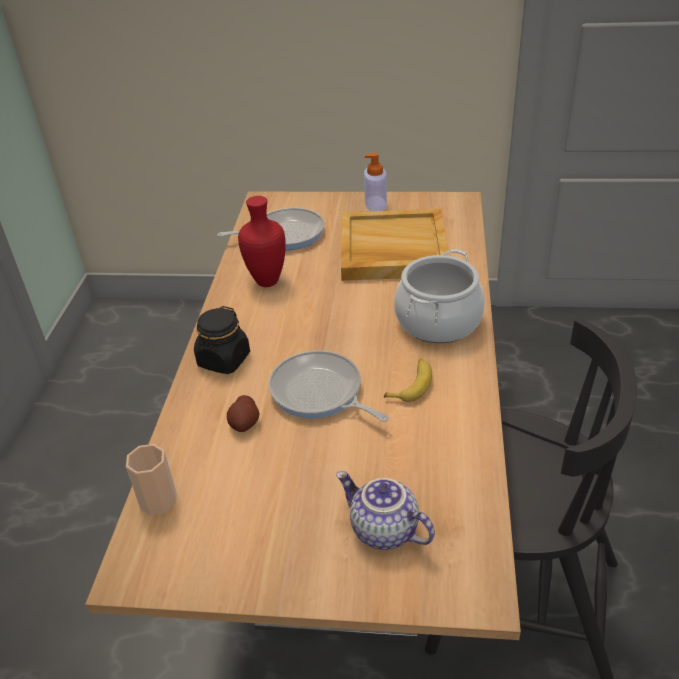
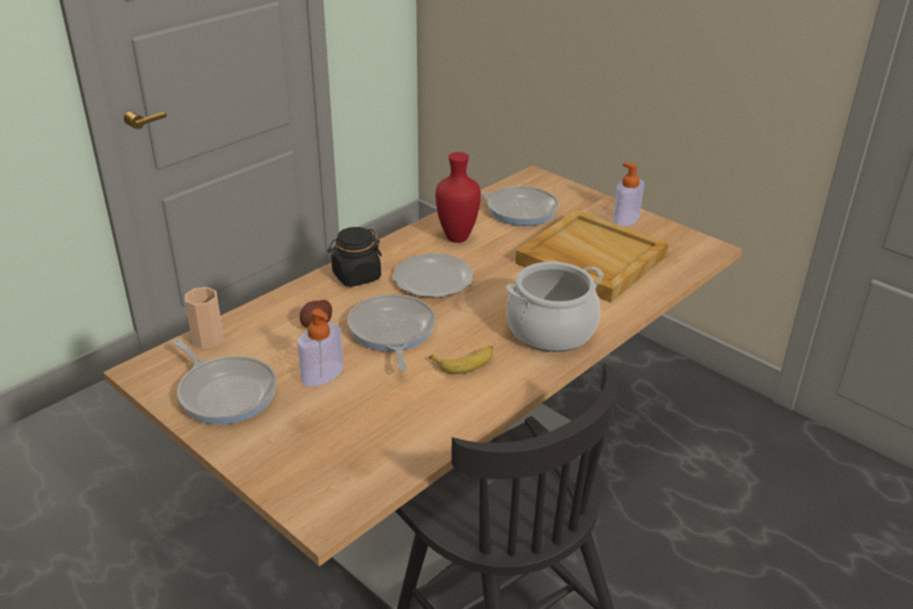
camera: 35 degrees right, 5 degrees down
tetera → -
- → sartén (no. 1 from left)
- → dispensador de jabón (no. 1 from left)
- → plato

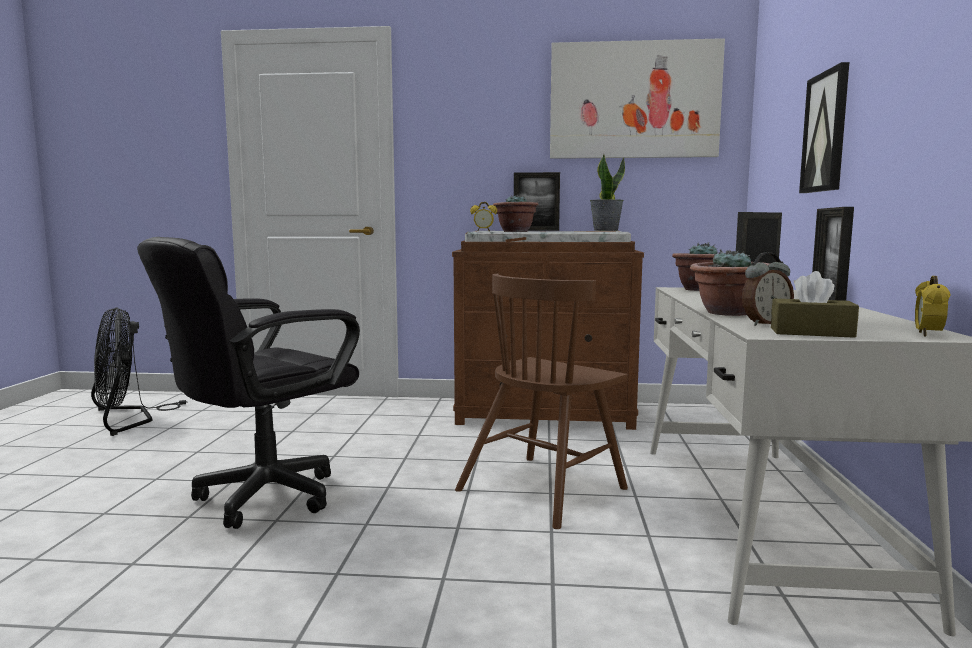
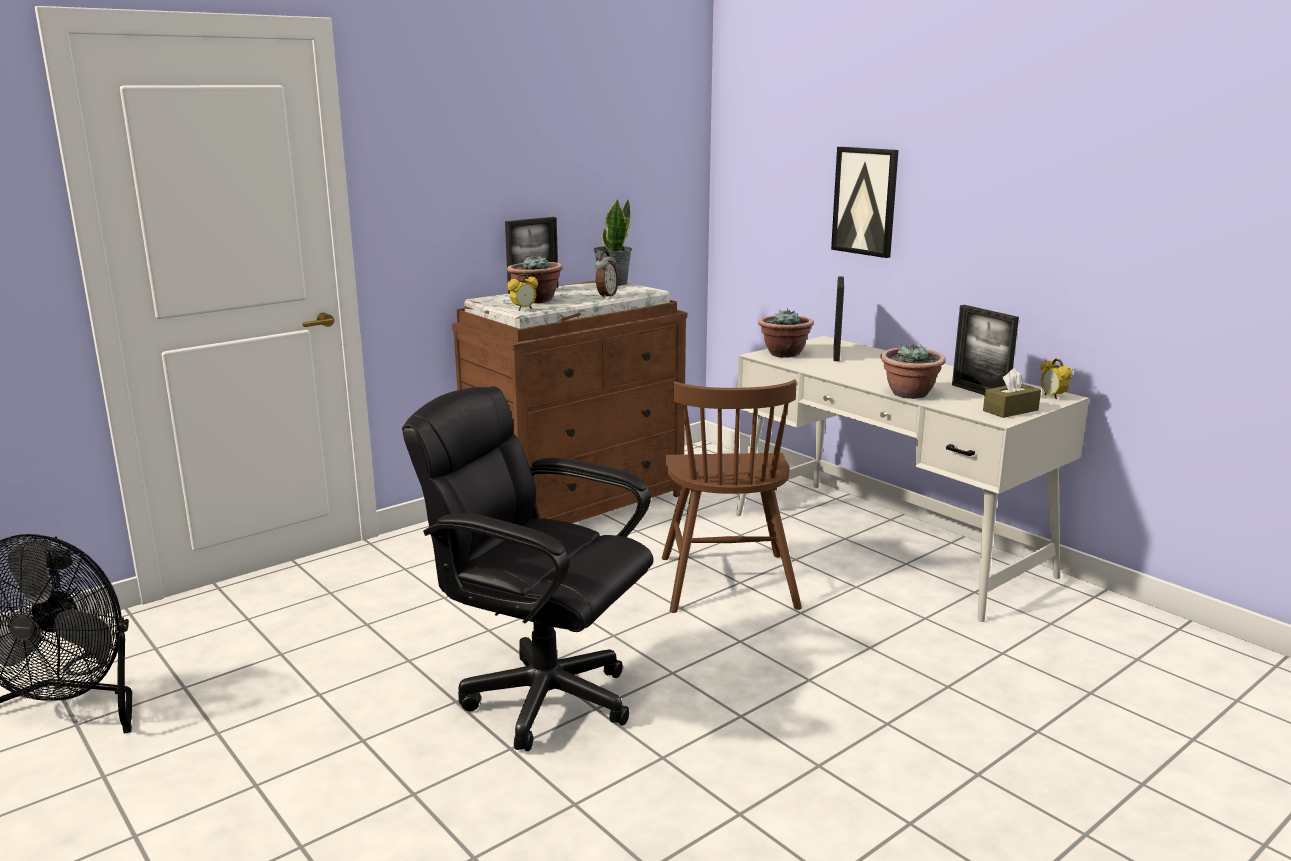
camera: 45 degrees left, 10 degrees up
silla de oficina (negro), 120 degrees clockwise
cuadro (no. 1 from left) → -
despertador (no. 2 from left), shifted

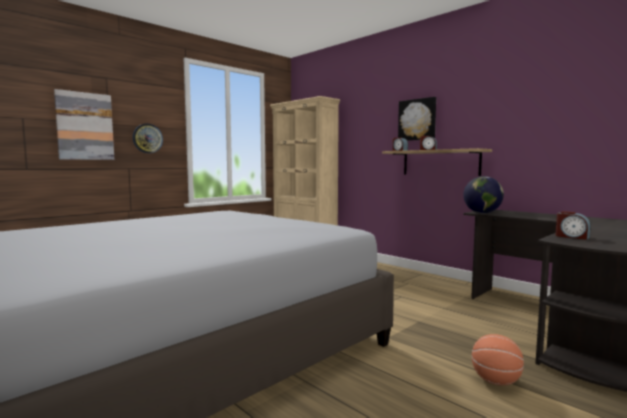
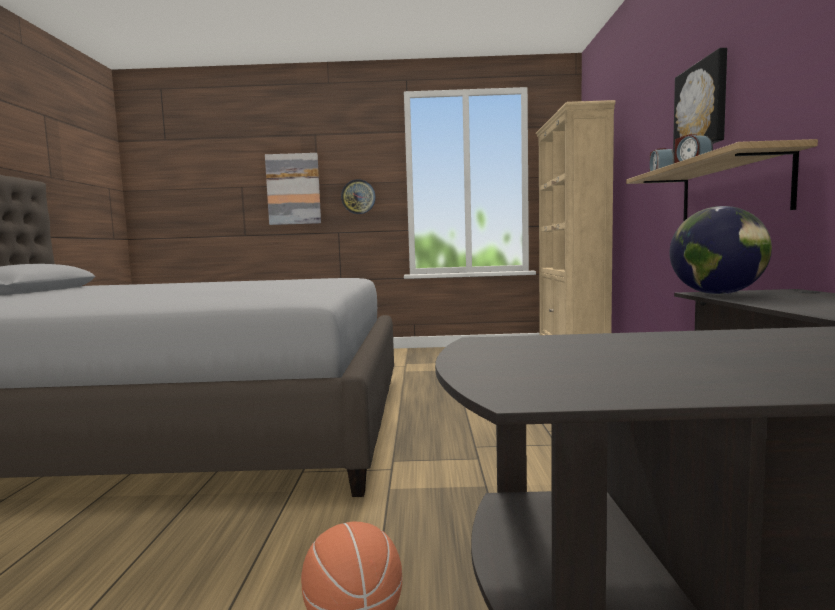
camera: 45 degrees right, 0 degrees up
despertador (no. 3 from left) → -

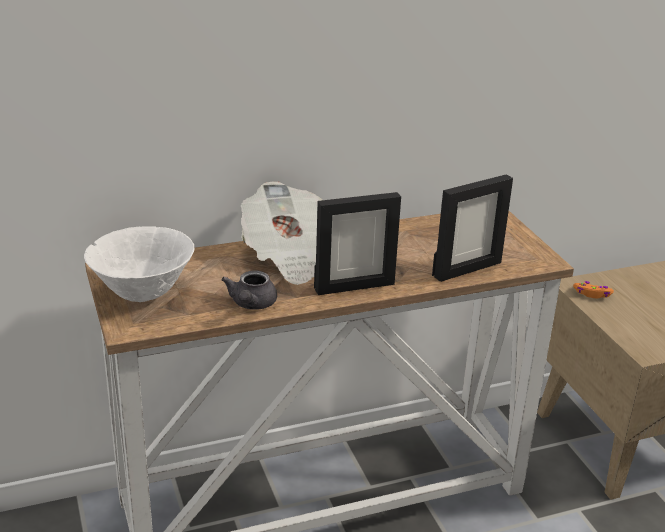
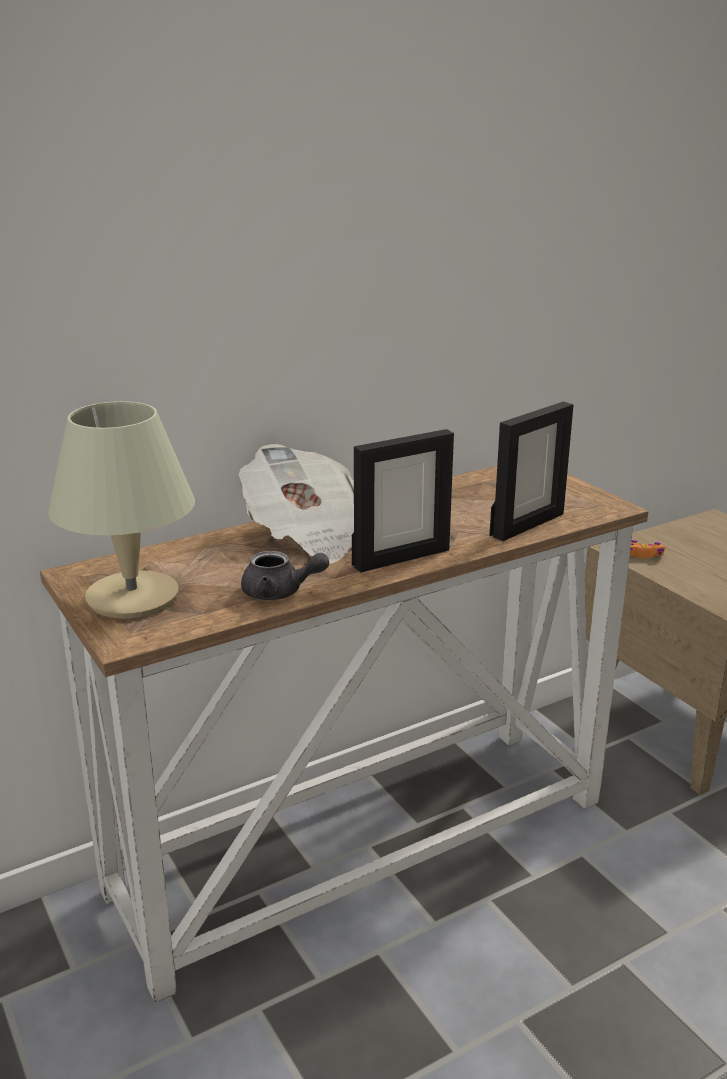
camera: 10 degrees left, 5 degrees down
cuenco (blanco) → lámpara de mesa (beis)
tetera (gris), 75 degrees counterclockwise

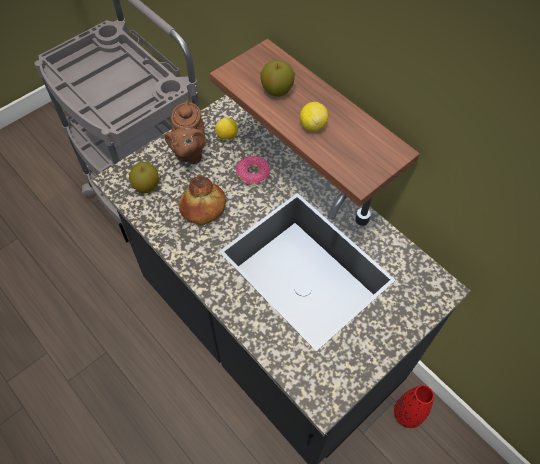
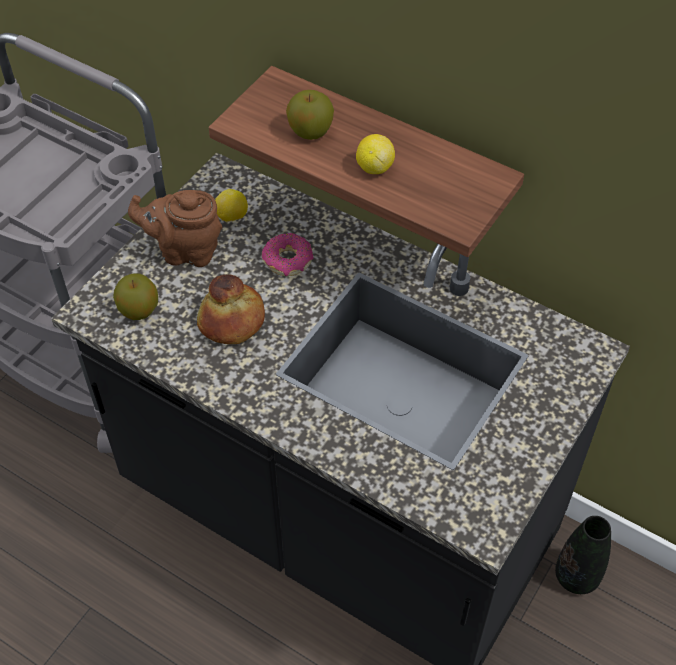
camera: 15 degrees left, 5 degrees down
tetera (marrón), 105 degrees clockwise
florero (rojo) → florero (negro)

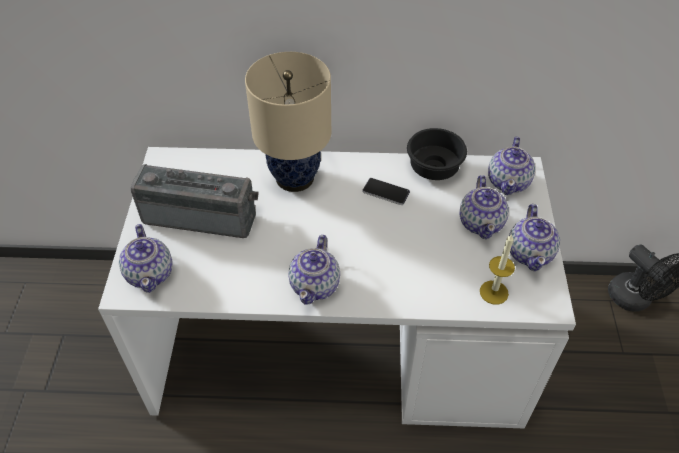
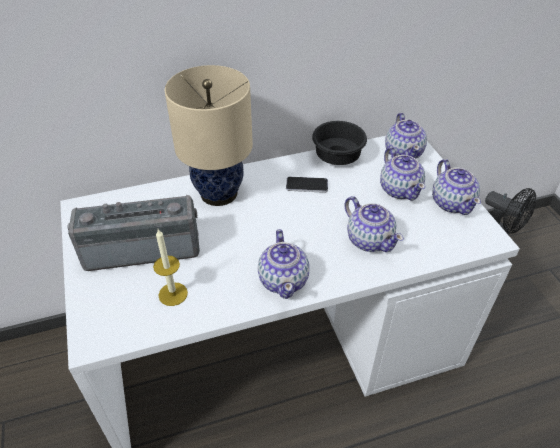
camera: 20 degrees left, 5 degrees down
tetera (no. 1 from left in the first image) → tetera (no. 2 from left), shifted
vela, shifted

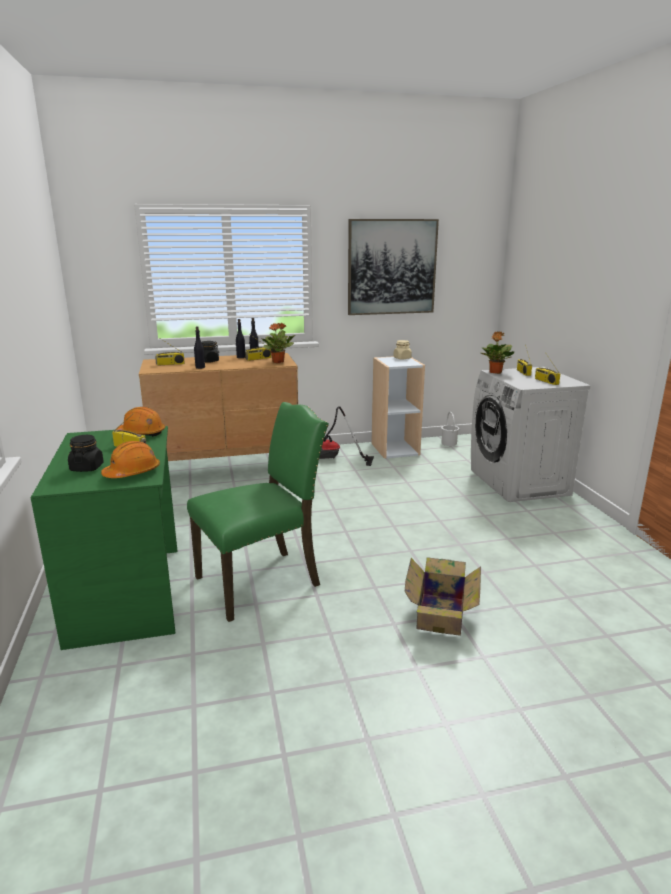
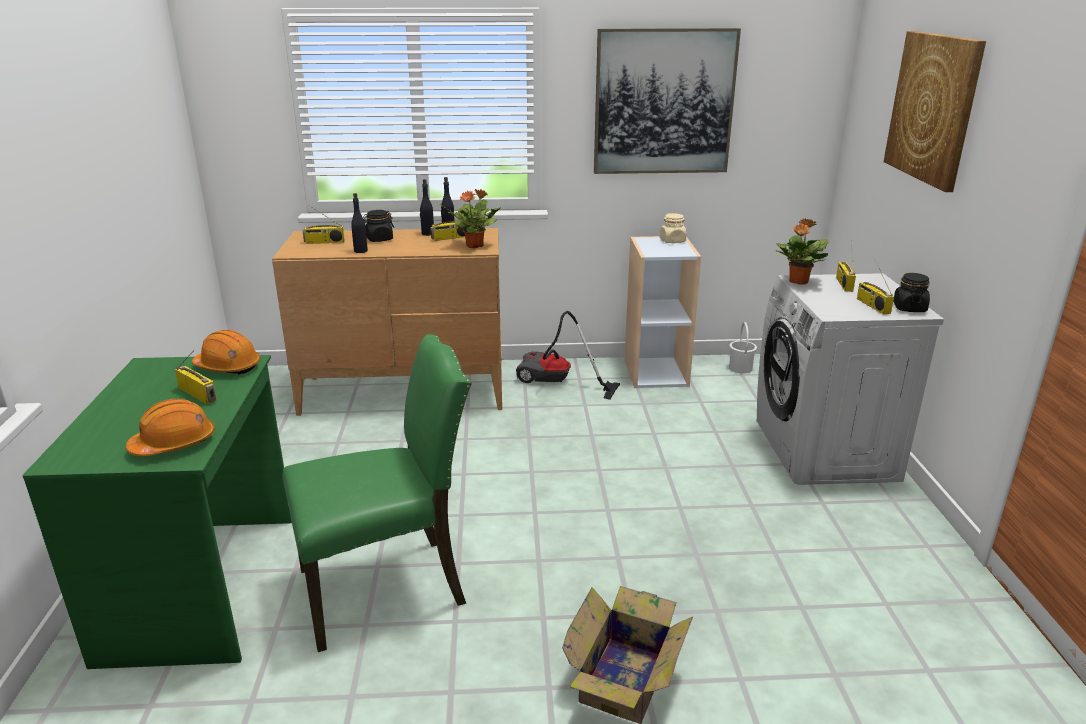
camera: 10 degrees right, 5 degrees up
tarro (negro) (no. 1 from left in the first image) → tarro (negro) (no. 2 from left), shifted
- → cuadro (no. 2 from left)

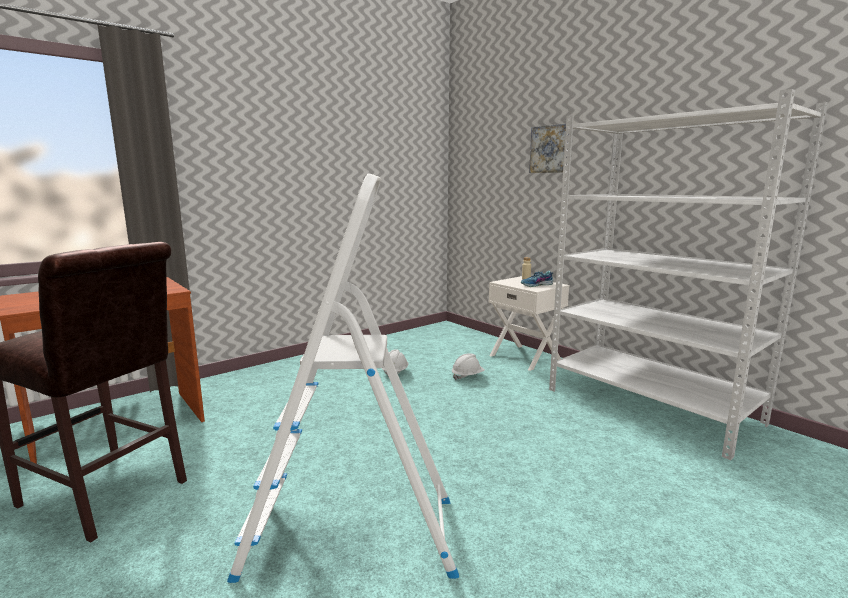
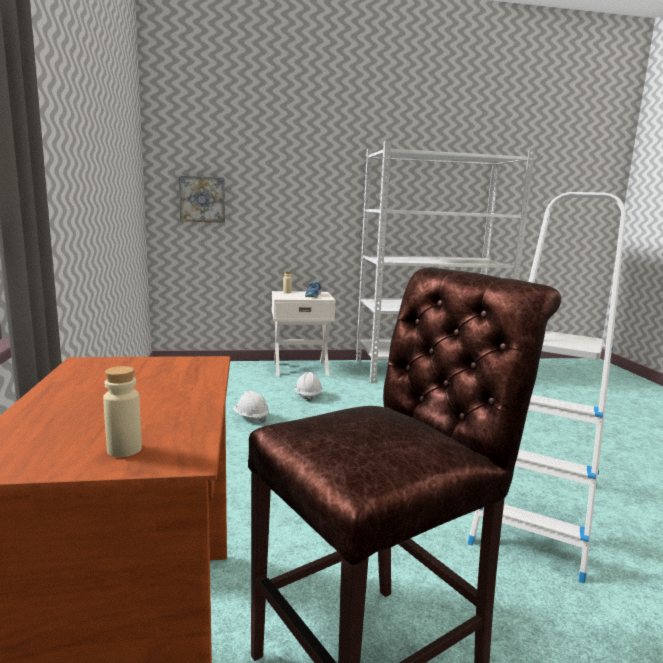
camera: 60 degrees left, 0 degrees up
cuadro, shifted
- → botella (beis) (no. 1 from left)

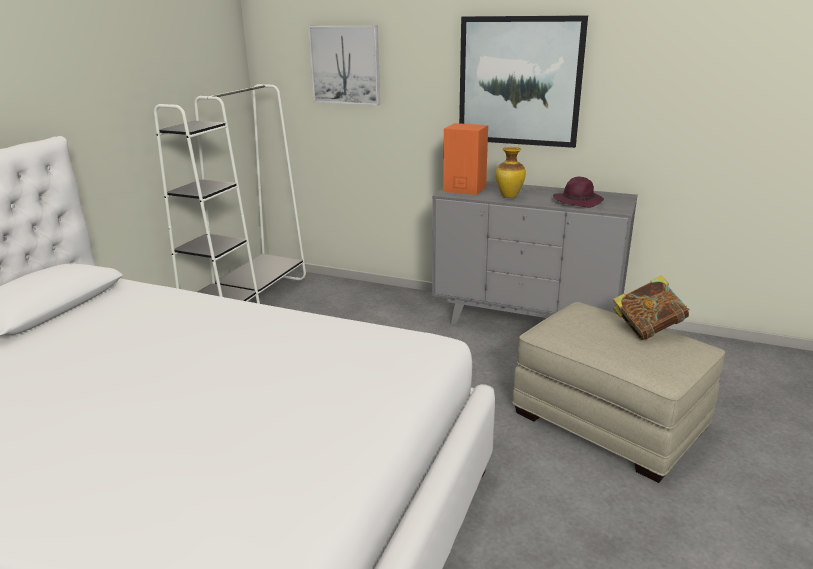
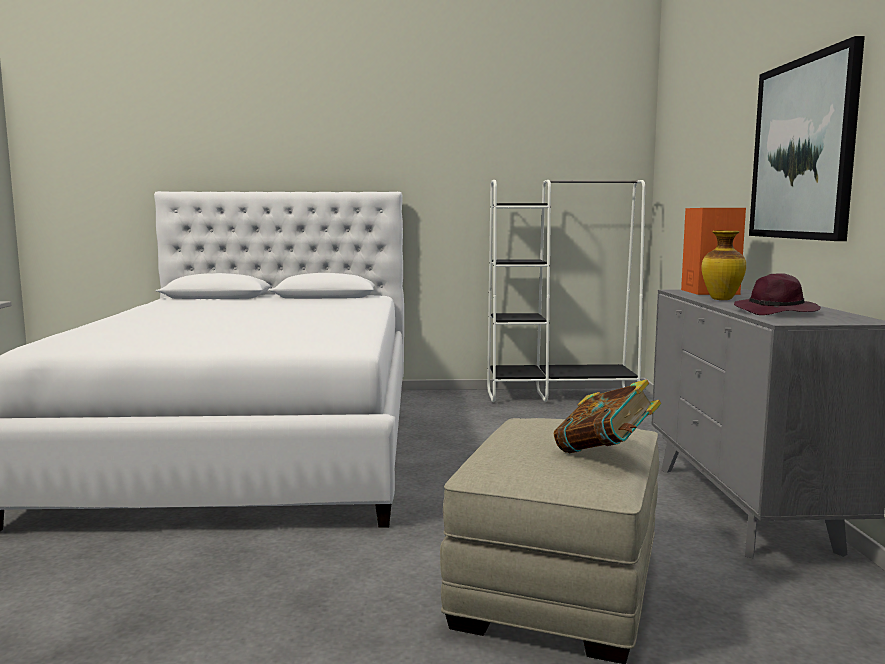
camera: 65 degrees right, 15 degrees down
cuadro (no. 1 from left) → -

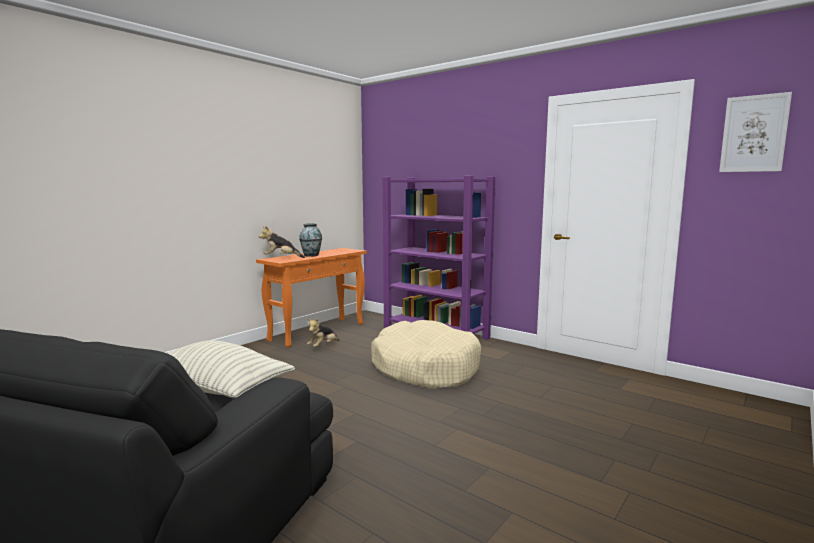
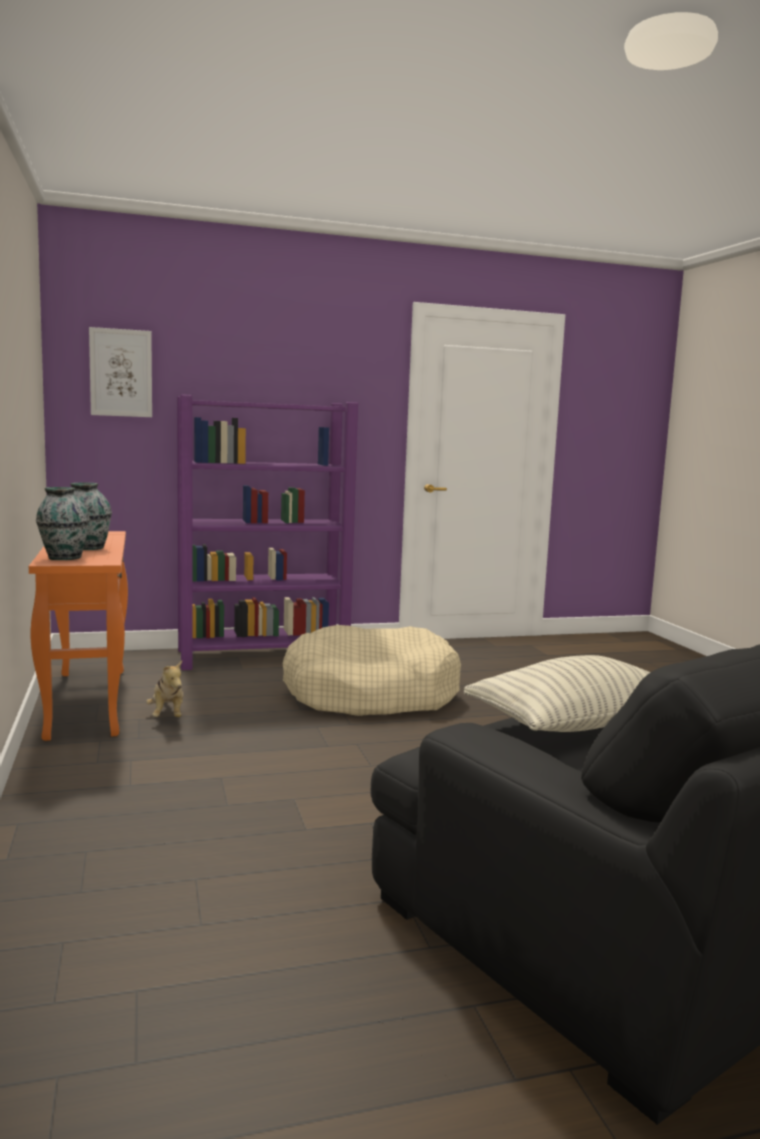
camera: 55 degrees left, 0 degrees up
peluche (no. 1 from left) → florero (no. 1 from left)
cuadro, shifted

